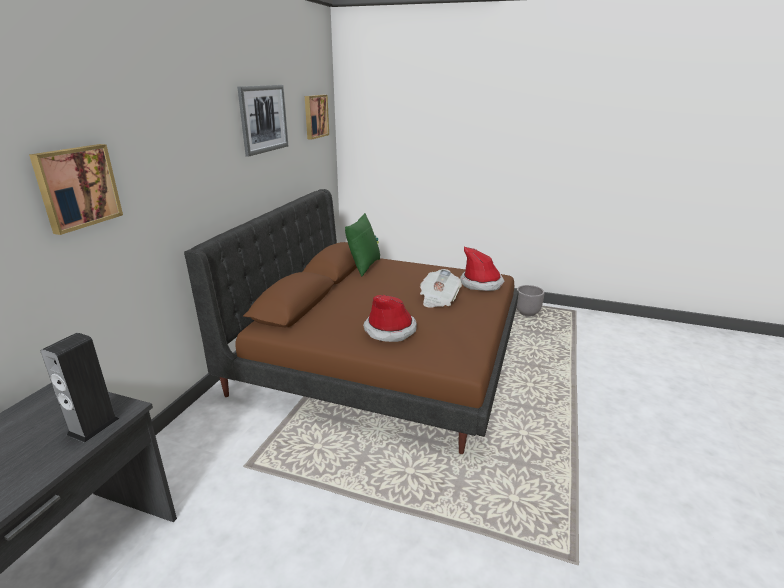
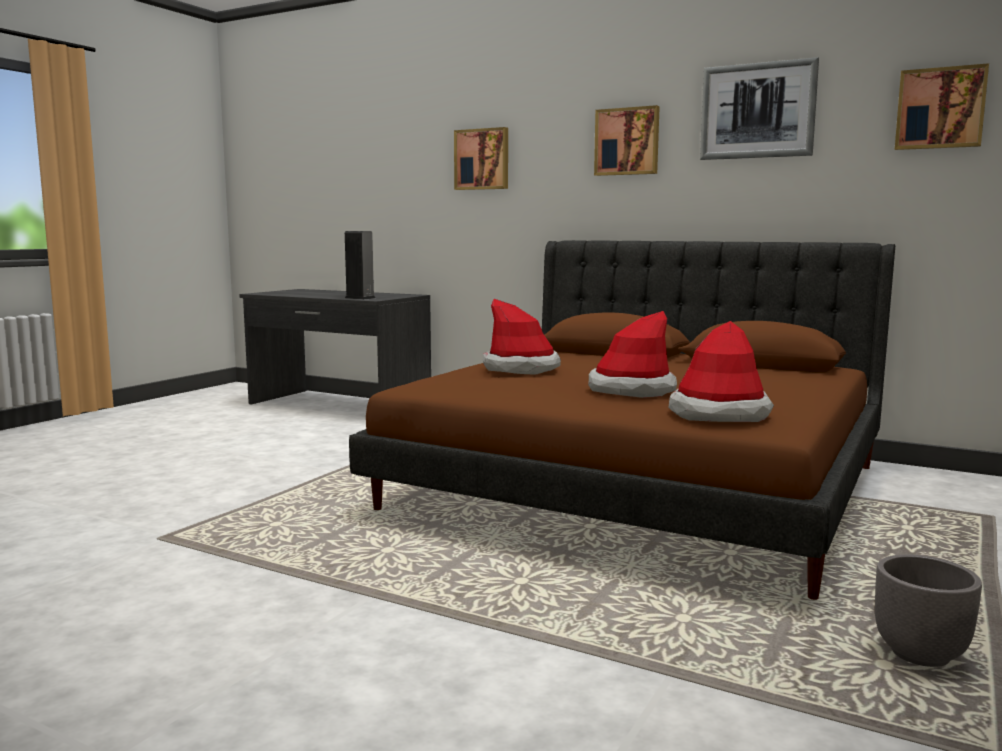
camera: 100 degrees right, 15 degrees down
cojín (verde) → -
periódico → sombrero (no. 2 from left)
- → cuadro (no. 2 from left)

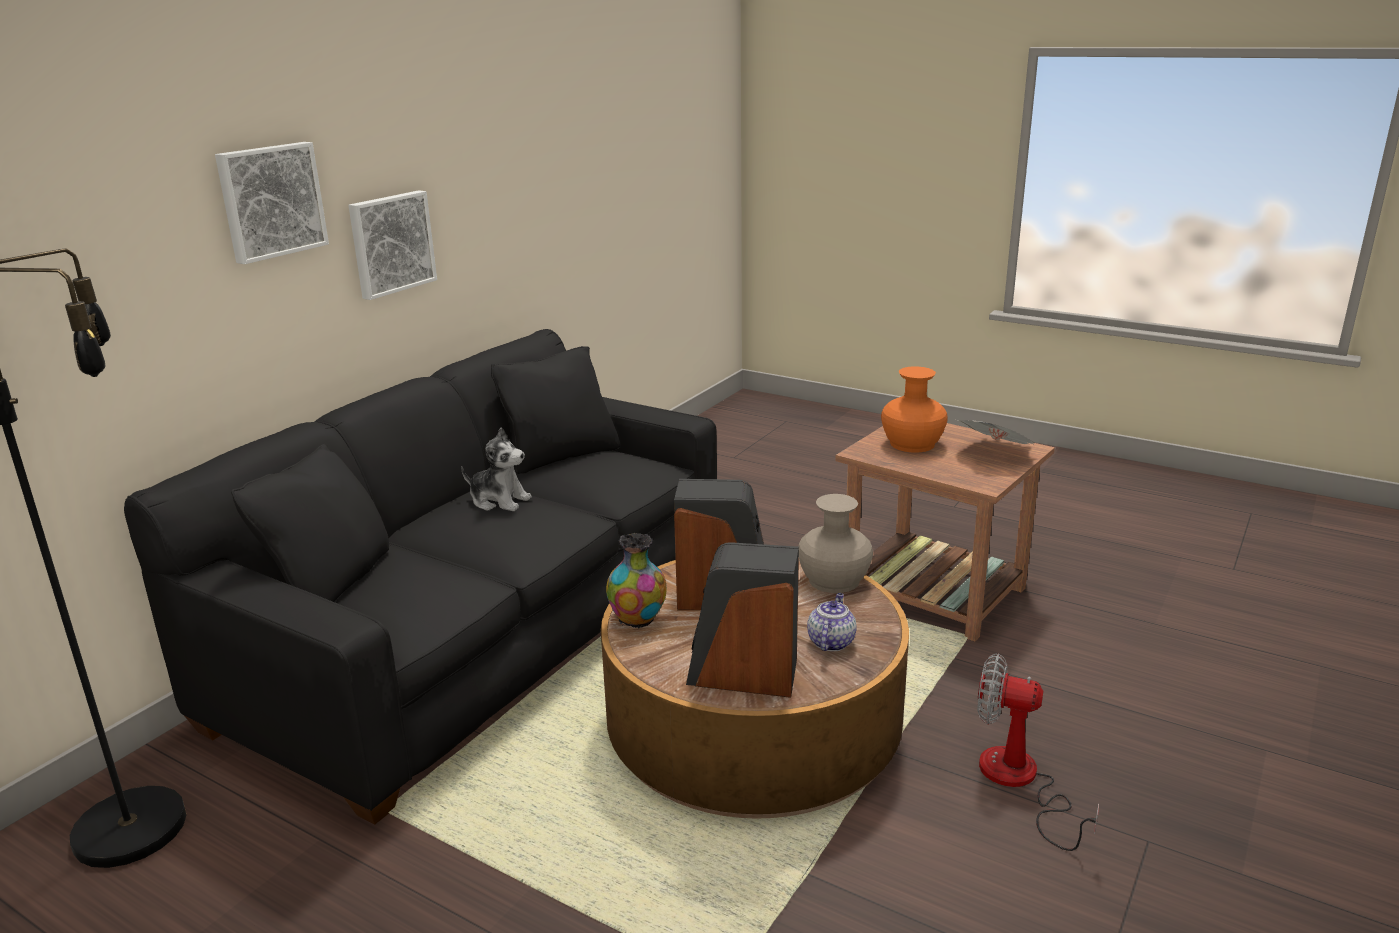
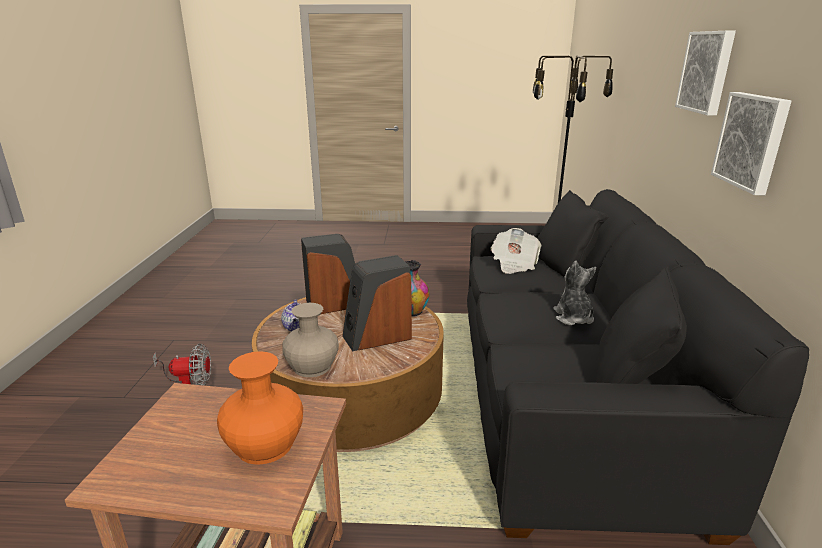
camera: 150 degrees right, 0 degrees up
peluche, 90 degrees clockwise
periódico, shifted

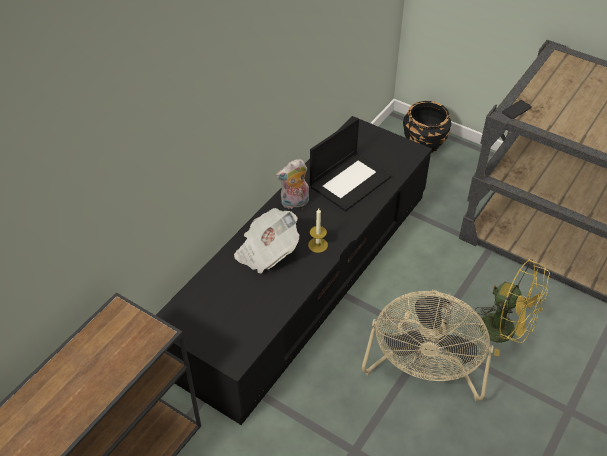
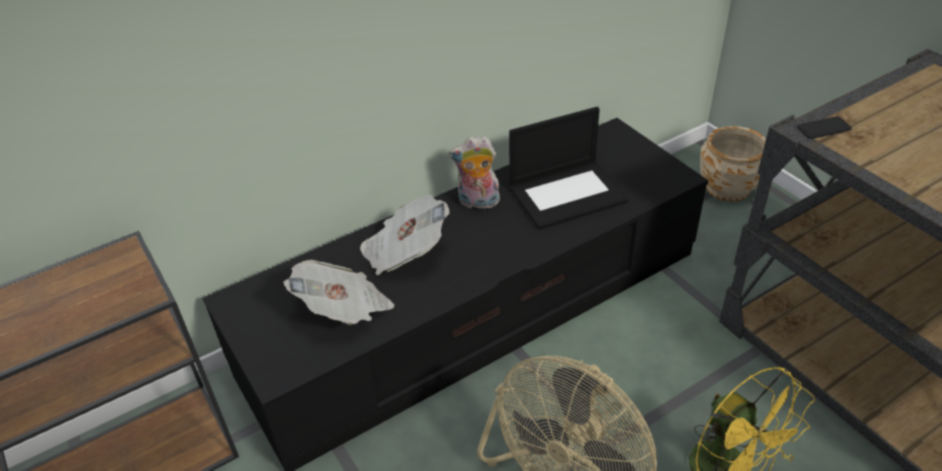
camera: 25 degrees right, 5 degrees down
vela → -
maceta (negro) → maceta (beis)
- → periódico (no. 1 from left)

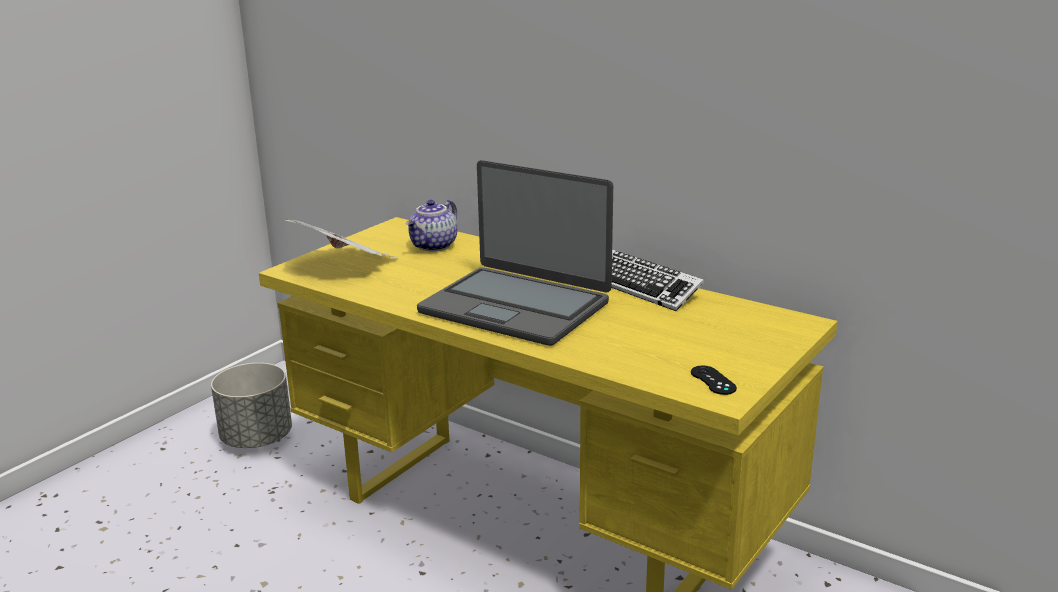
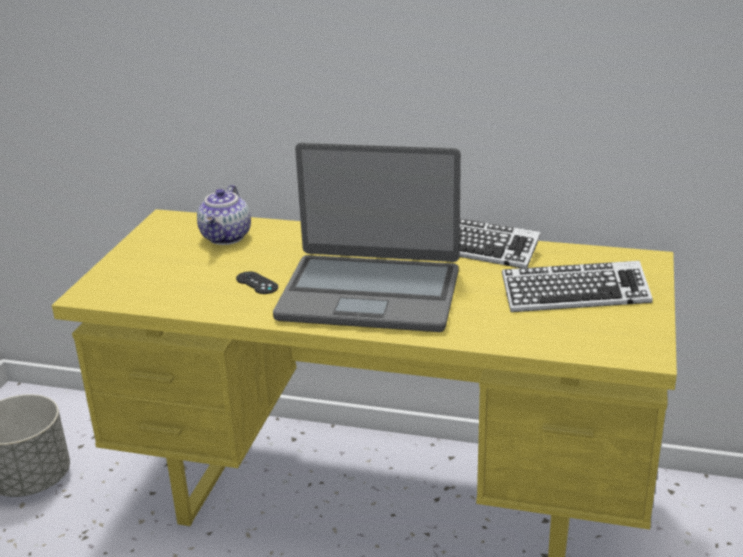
camera: 20 degrees left, 5 degrees up
periódico → -
mando de consola (negro), shifted
- → teclado (no. 2 from left)

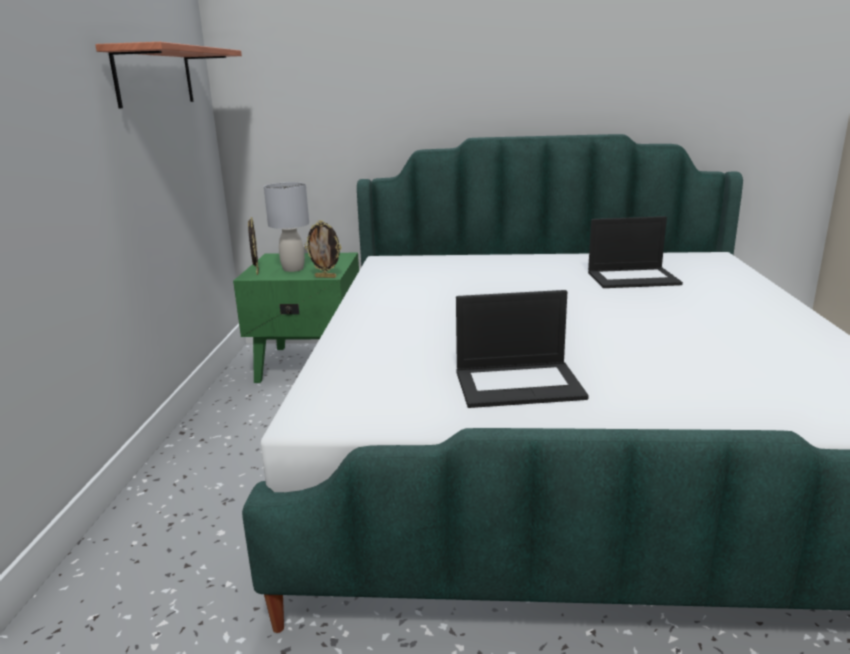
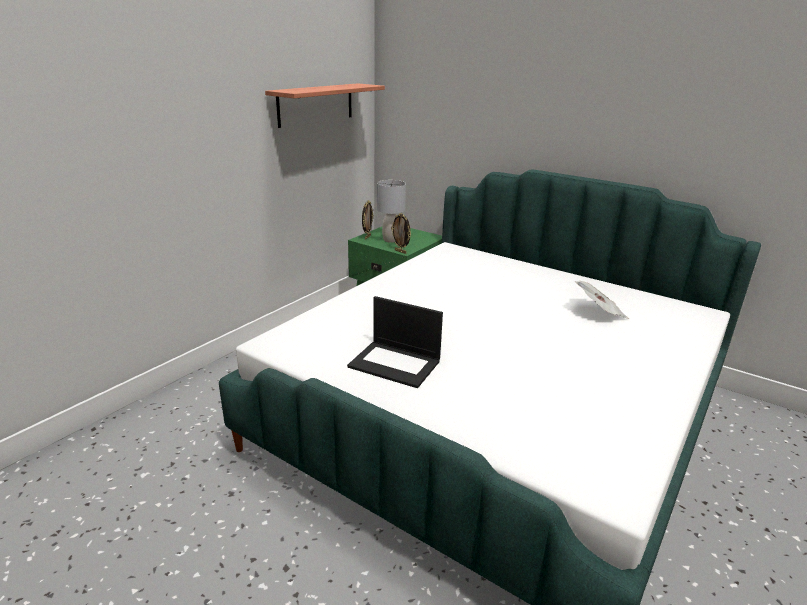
camera: 30 degrees right, 5 degrees up
portátil (no. 2 from left) → periódico

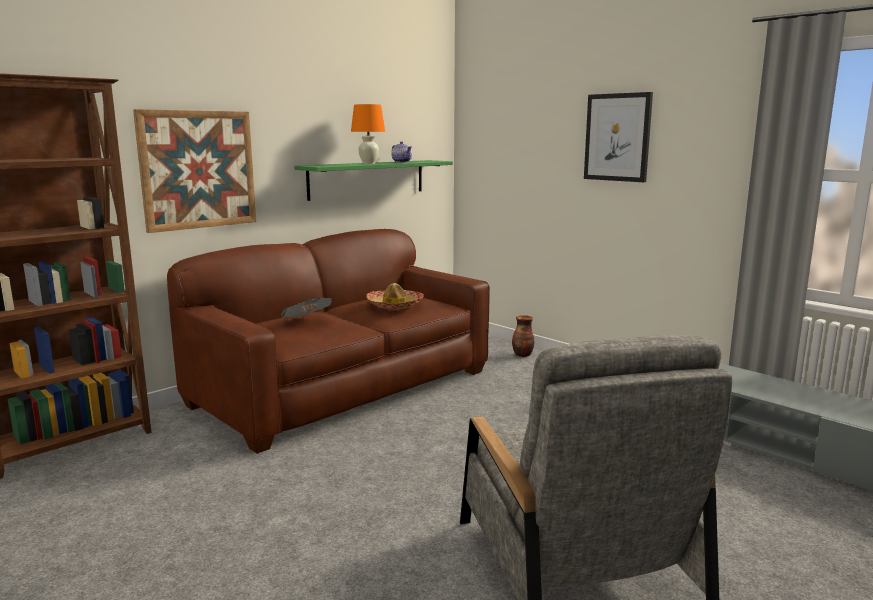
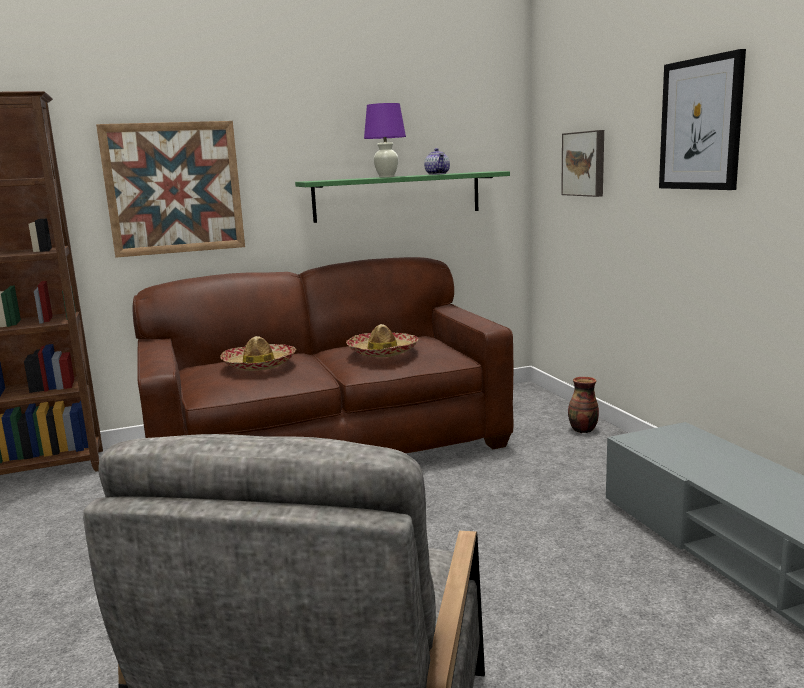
camera: 25 degrees right, 0 degrees up
periódico → sombrero (no. 1 from left)
lámpara de mesa (naranja) → lámpara de mesa (morado)
- → cuadro (no. 2 from left)

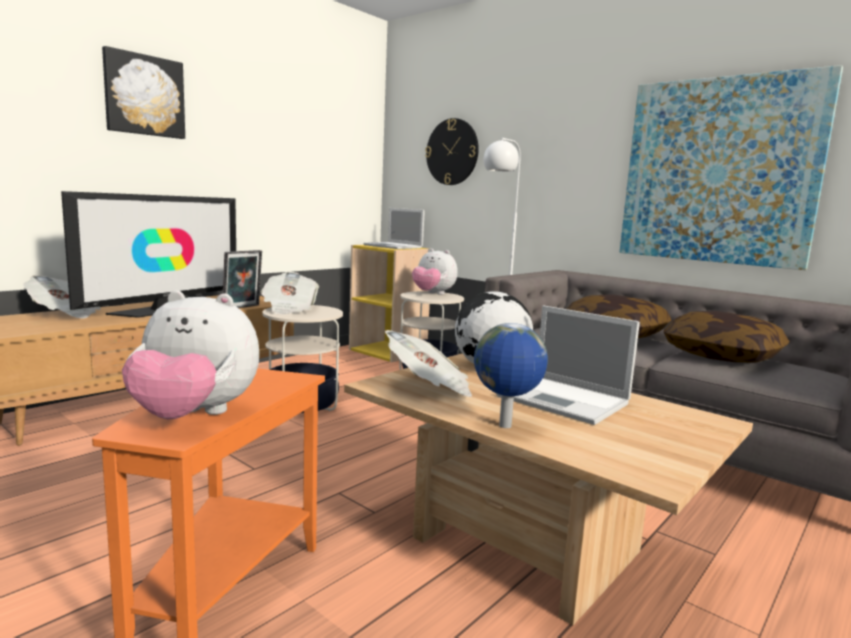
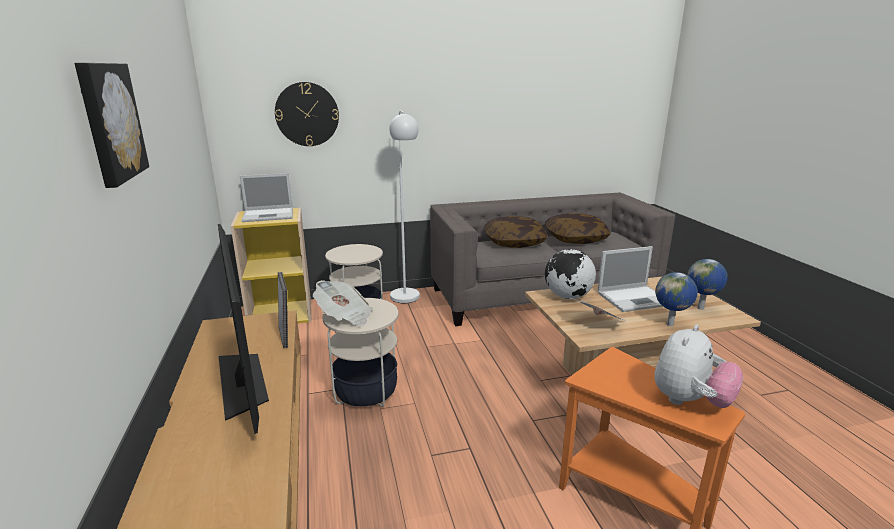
camera: 55 degrees left, 10 degrees up
periódico (no. 1 from left) → -
peluche (no. 2 from left) → -
cuadro (no. 2 from left) → -
- → globo terráqueo (no. 3 from left)

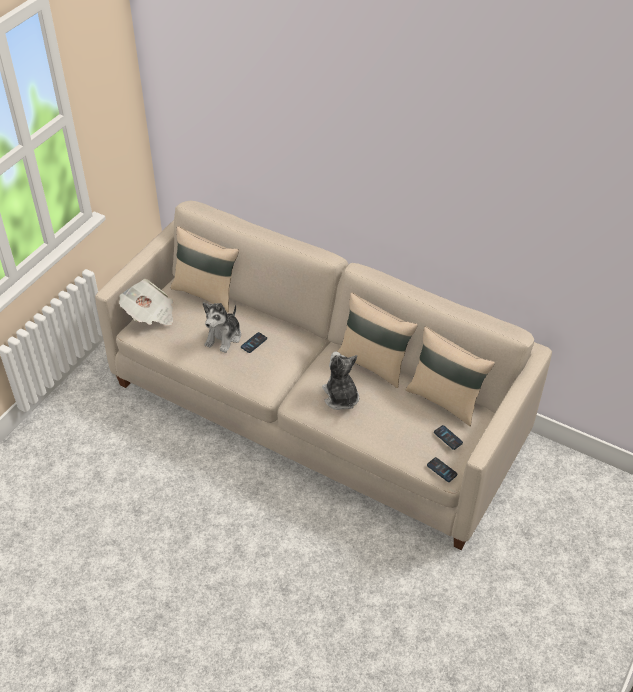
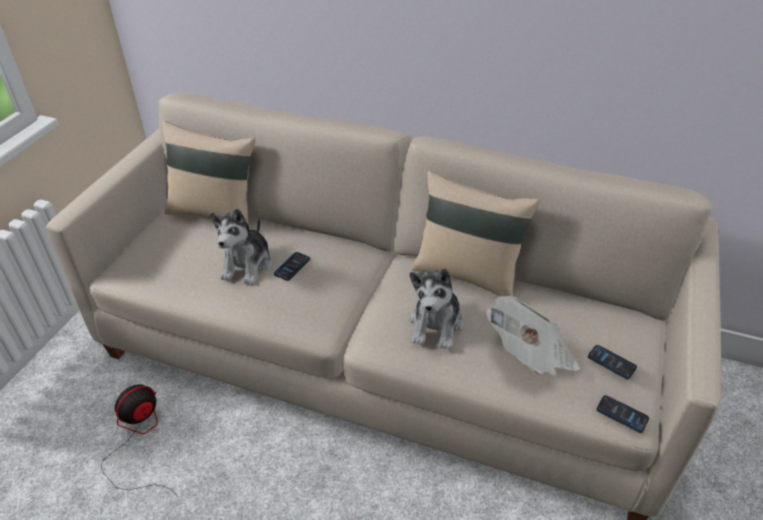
camera: 10 degrees left, 5 degrees down
periódico, shifted
peluche (no. 2 from left), 135 degrees counterclockwise
cojín (beis) (no. 3 from left) → -
- → ventilador

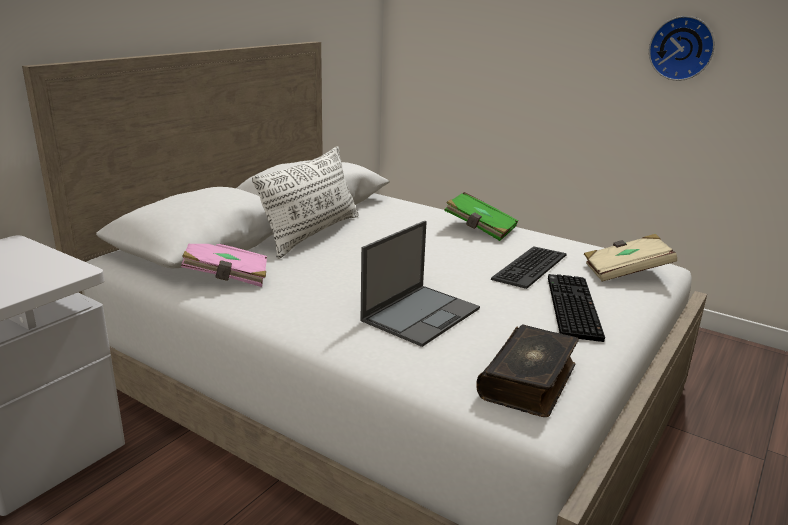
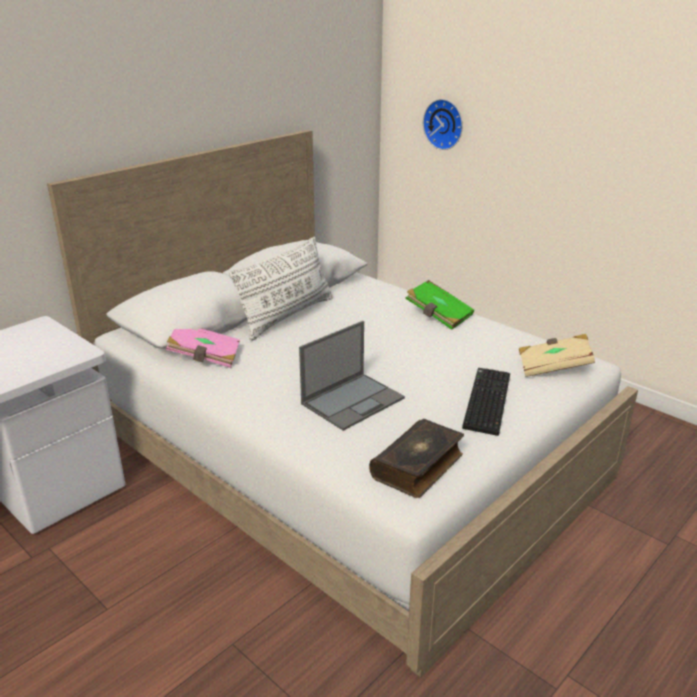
camera: 10 degrees right, 5 degrees up
teclado (no. 1 from left) → -
reloj de pared, shifted

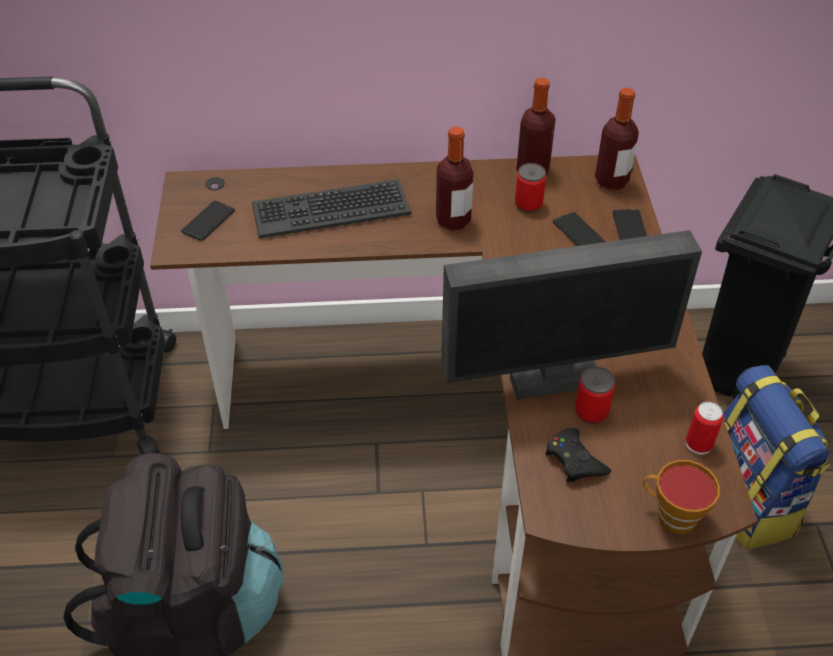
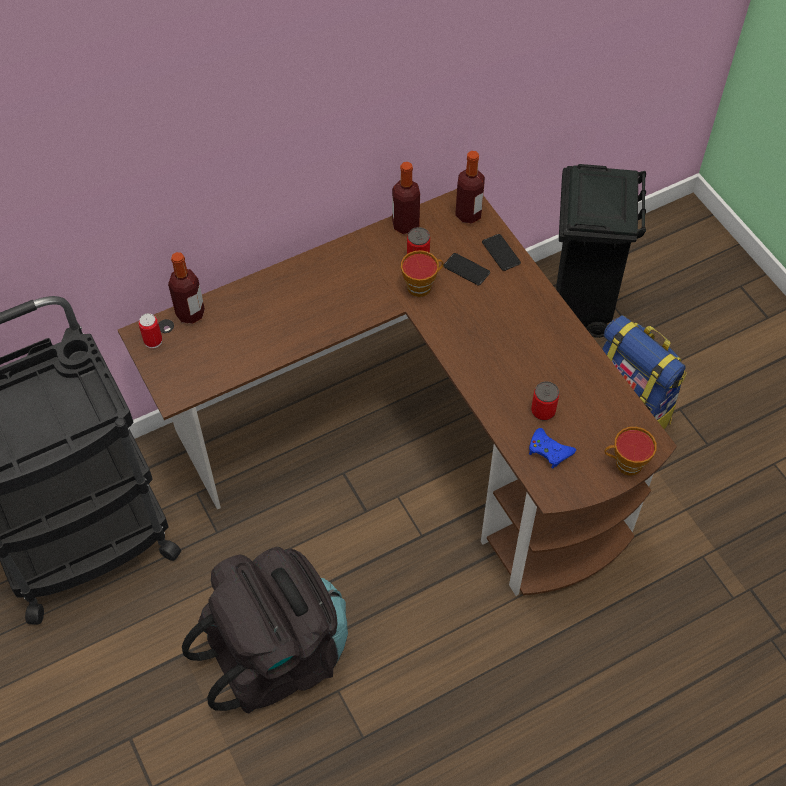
camera: 25 degrees left, 10 degrees up
móvil (no. 1 from left) → -
teclado → -
botella (no. 1 from left), shifted
monitor → -
mando de consola (negro) → mando de consola (azul)
lata (no. 3 from left in the first image) → lata (no. 1 from left), shifted
- → taza (no. 1 from left)

